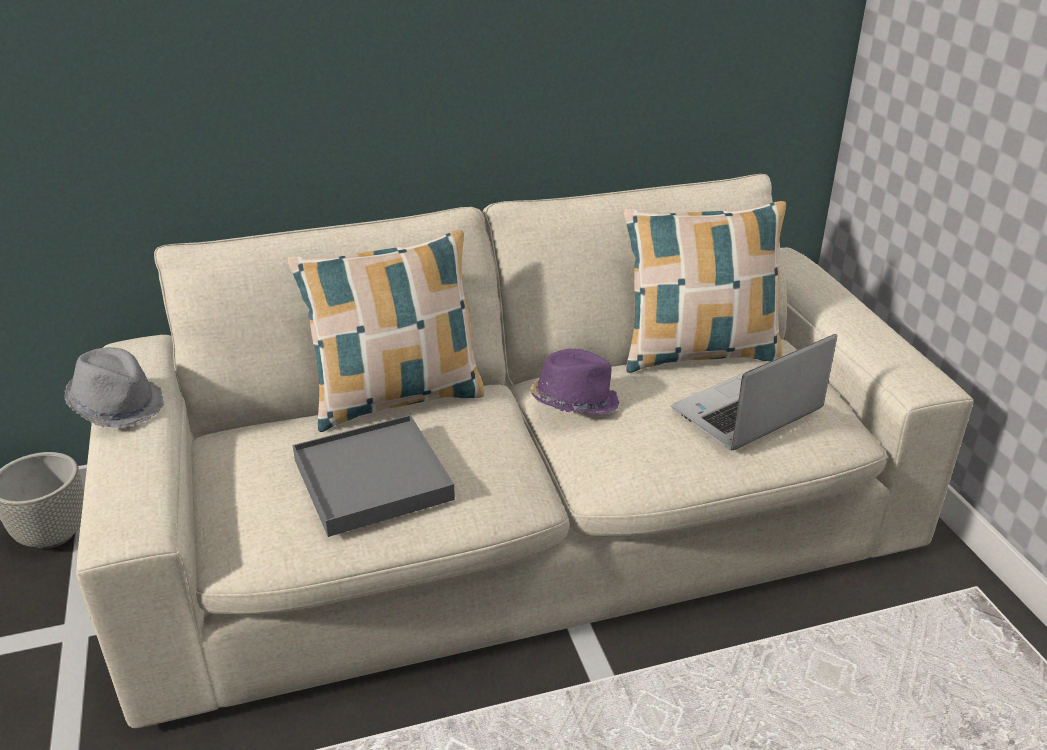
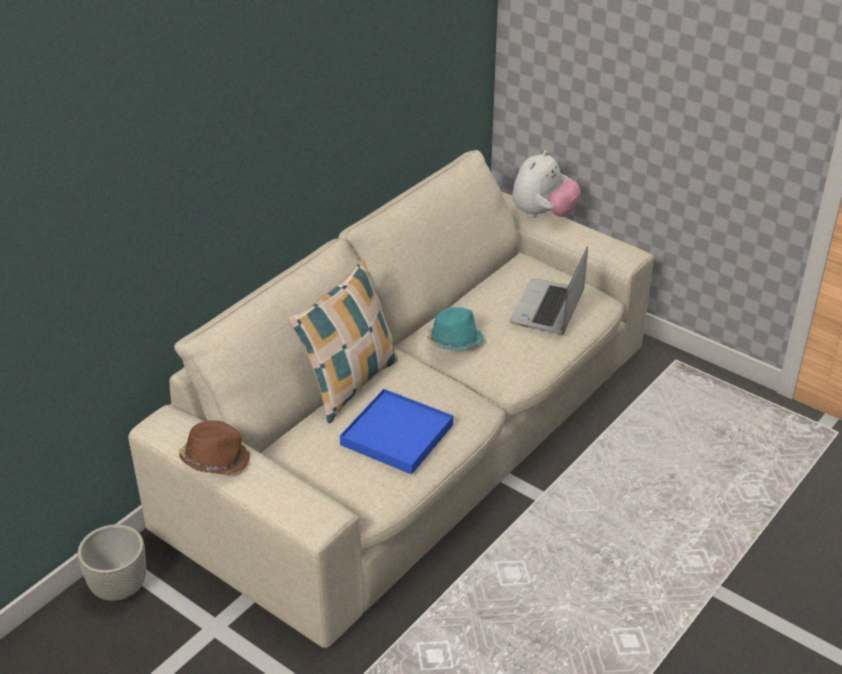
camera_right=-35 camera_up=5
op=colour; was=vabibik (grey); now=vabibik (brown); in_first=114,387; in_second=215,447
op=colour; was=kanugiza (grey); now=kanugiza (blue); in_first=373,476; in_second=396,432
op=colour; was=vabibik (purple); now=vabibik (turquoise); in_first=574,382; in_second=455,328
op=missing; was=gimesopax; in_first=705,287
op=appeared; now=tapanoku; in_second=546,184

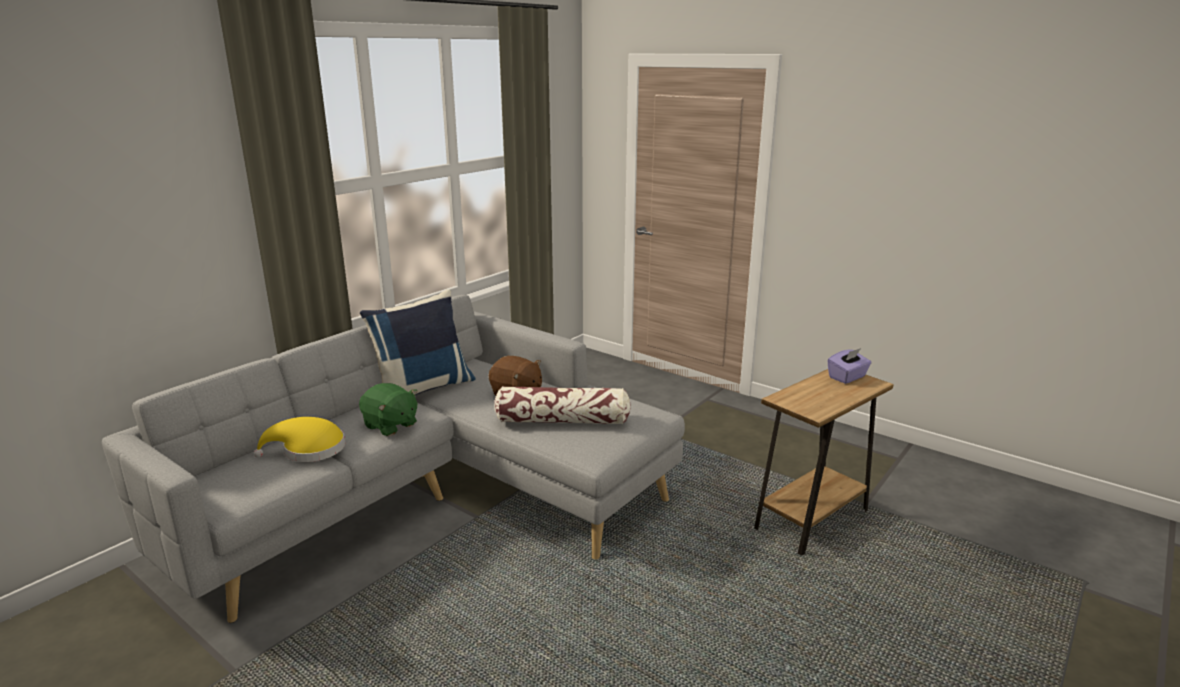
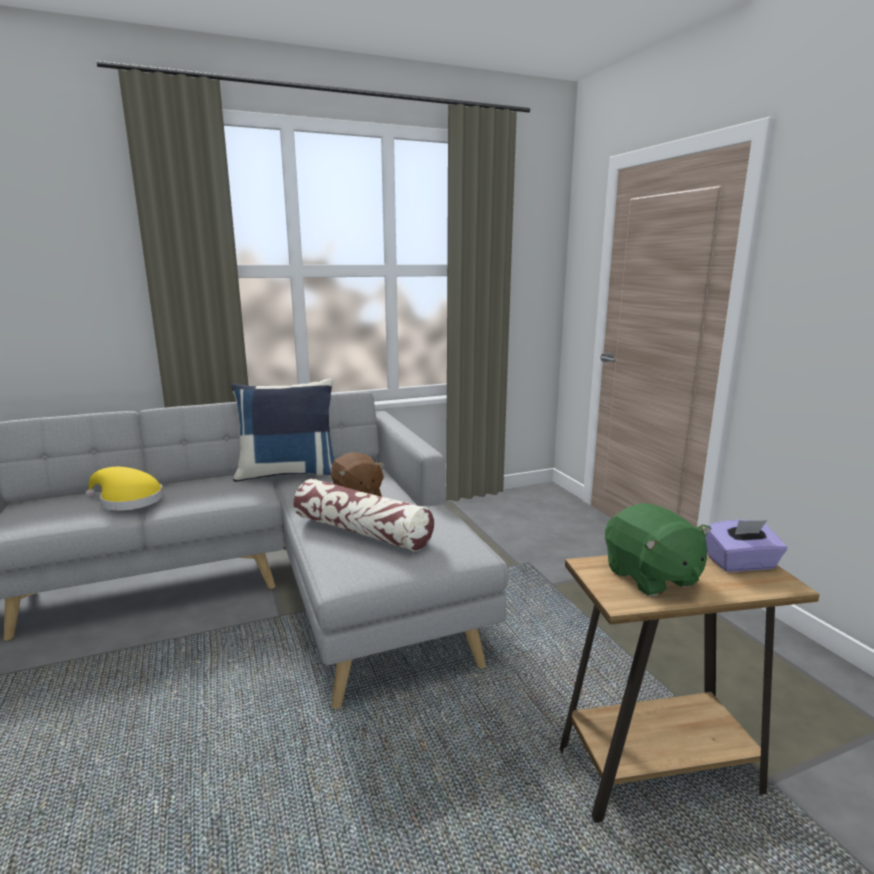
camera_right=30 camera_up=-5
op=relocated; was=tapanoku (green); in_first=388,409; in_second=658,550

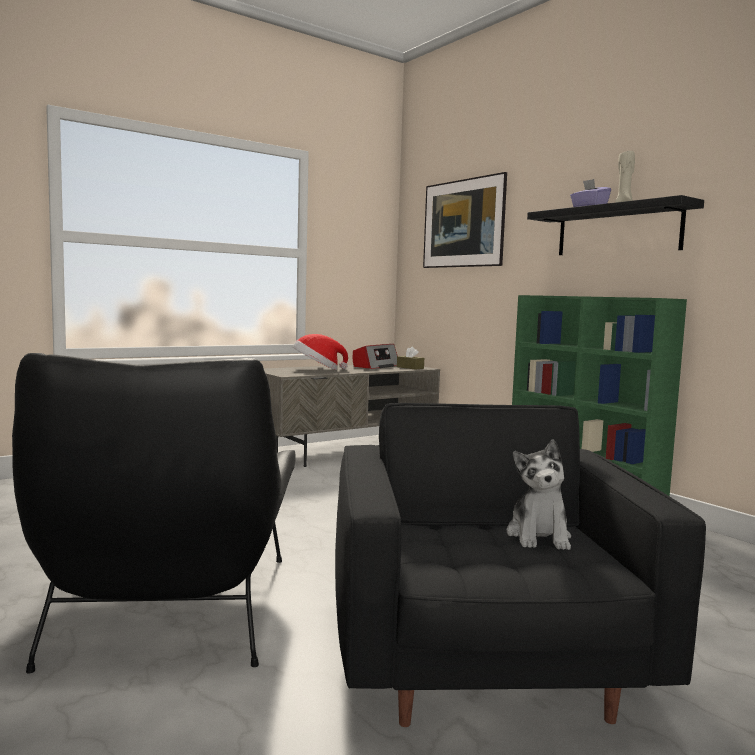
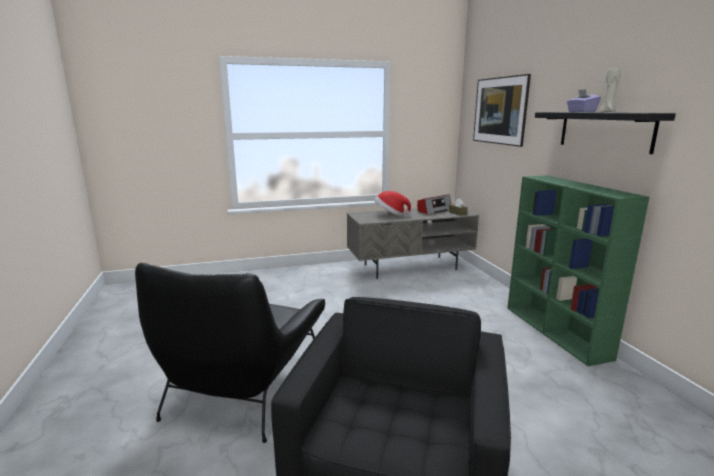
camera_right=20 camera_up=10
op=missing; was=tapanoku; in_first=539,494

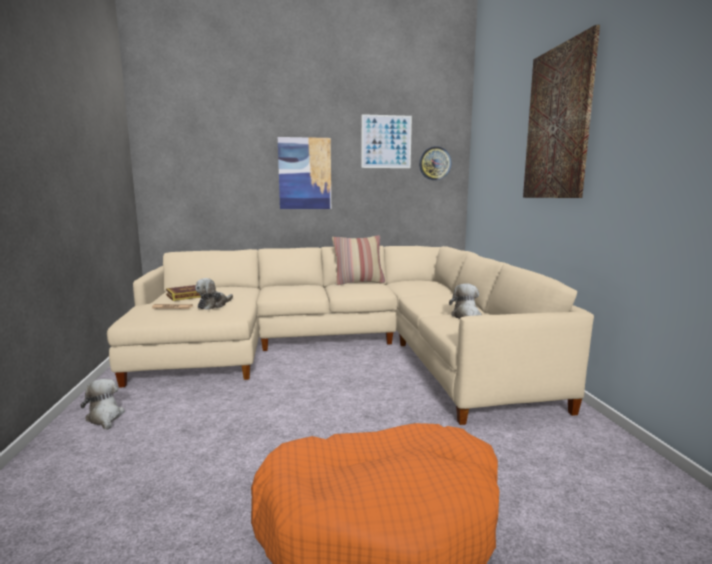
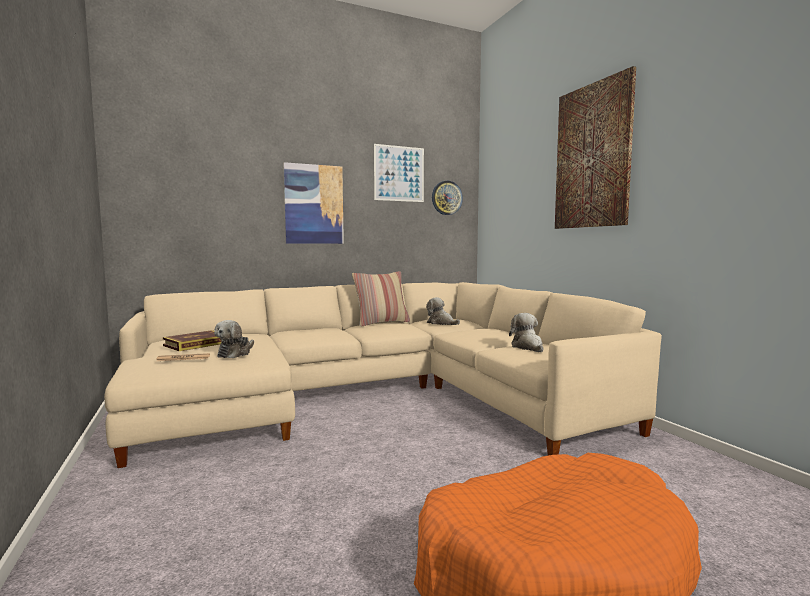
camera_right=-15 camera_up=-5
op=relocated; was=tapanoku; in_first=102,404; in_second=443,311

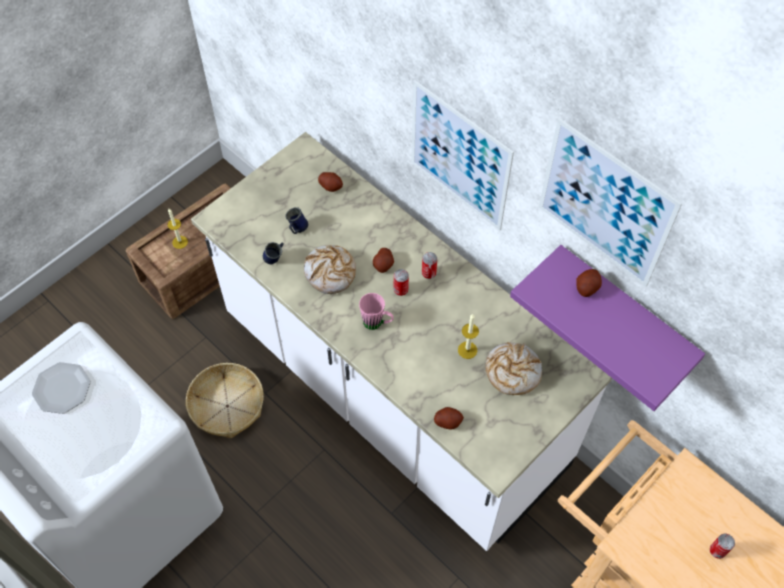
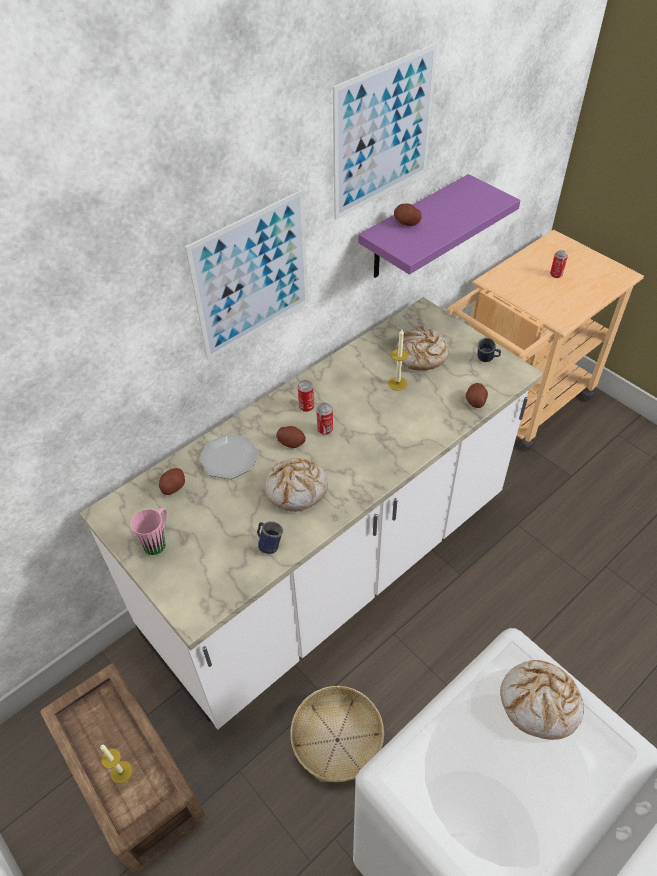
camera_right=-85 camera_up=-10
op=relocated; was=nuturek; in_first=61,388; in_second=228,456
op=relocated; was=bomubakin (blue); in_first=297,220; in_second=489,350
op=relocated; was=bomubakin (pink); in_first=376,311; in_second=148,531
op=appeared; now=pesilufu; in_second=542,700

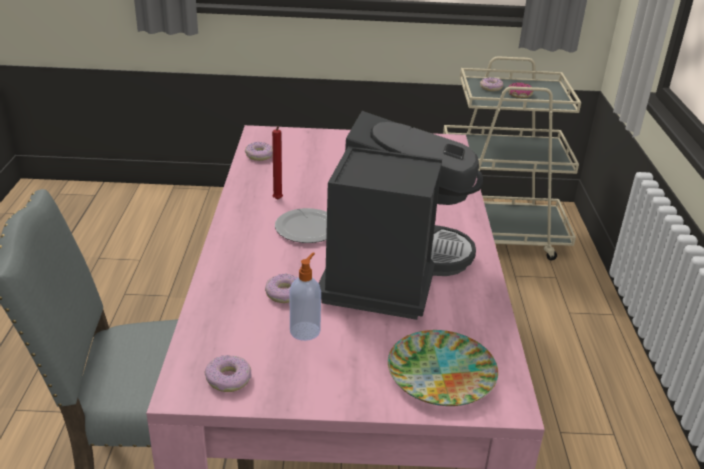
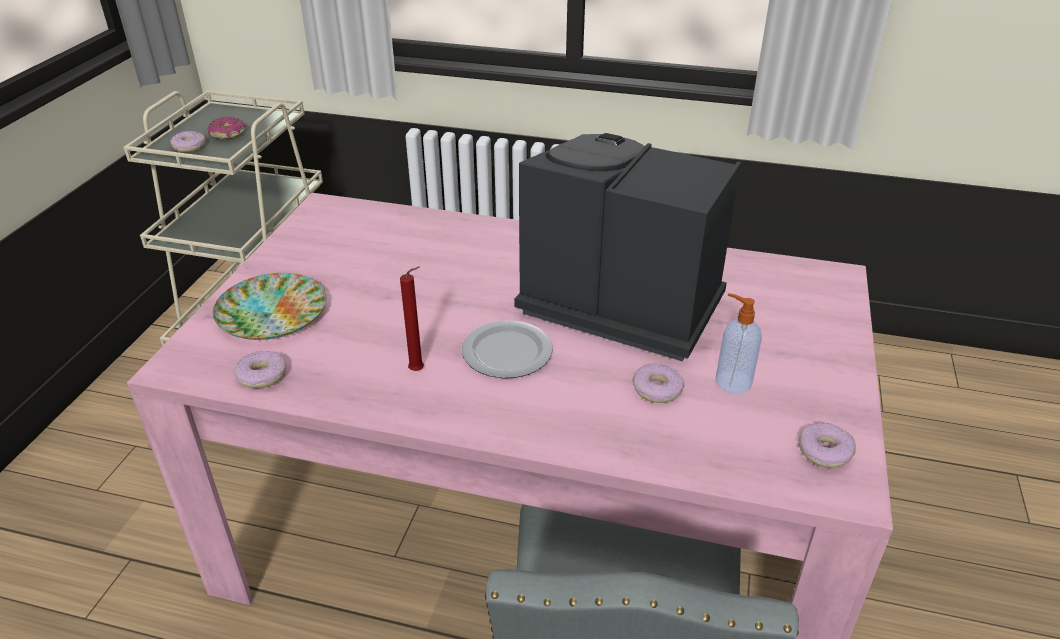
camera_right=-75 camera_up=5
op=relocated; was=nuturek; in_first=443,368; in_second=269,306

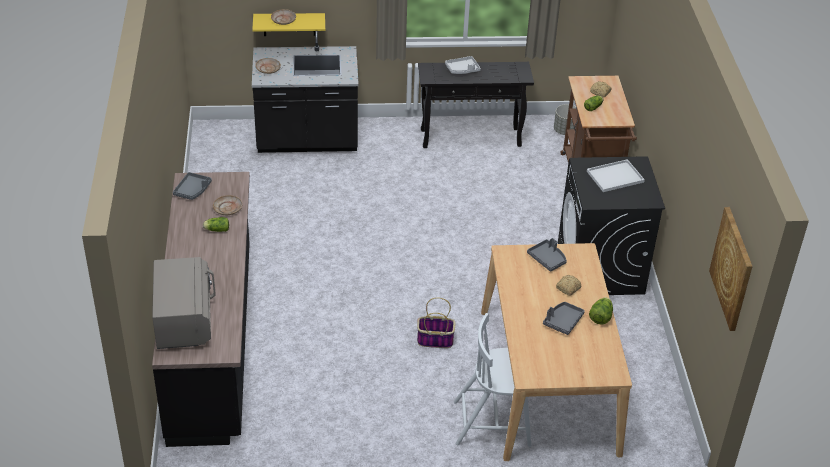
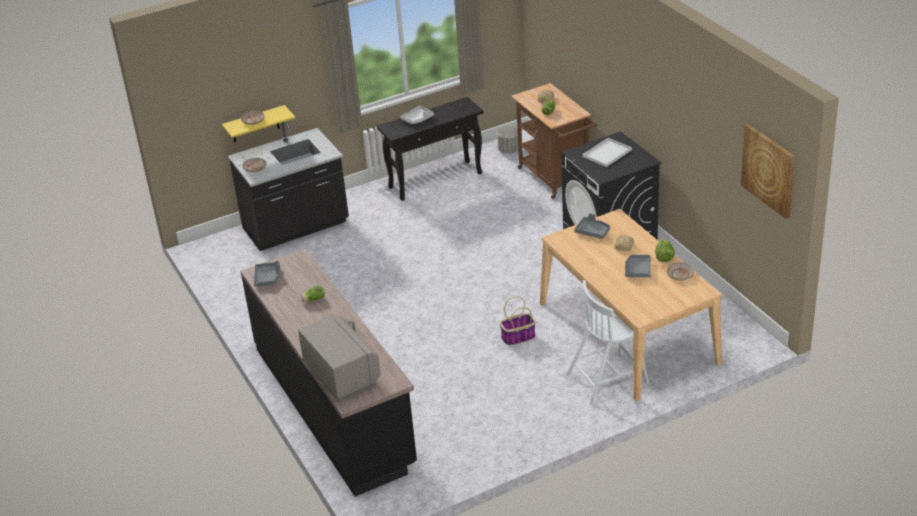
camera_right=-20 camera_up=-5
op=relocated; was=nuturek (beige); in_first=227,205; in_second=680,271

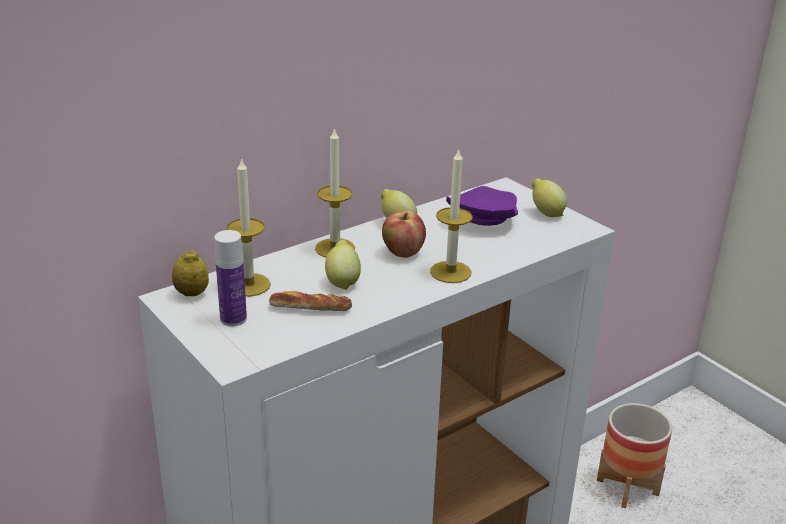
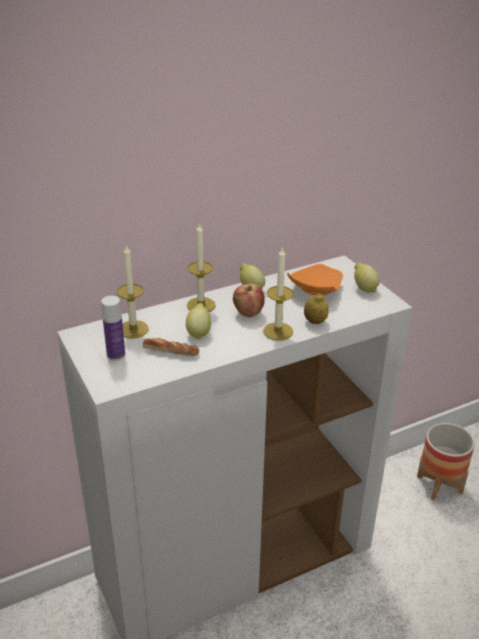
camera_right=10 camera_up=5
op=relocated; was=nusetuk; in_first=190,273; in_second=316,309
op=colour; was=nuturek (purple); now=nuturek (orange); in_first=482,206; in_second=315,280

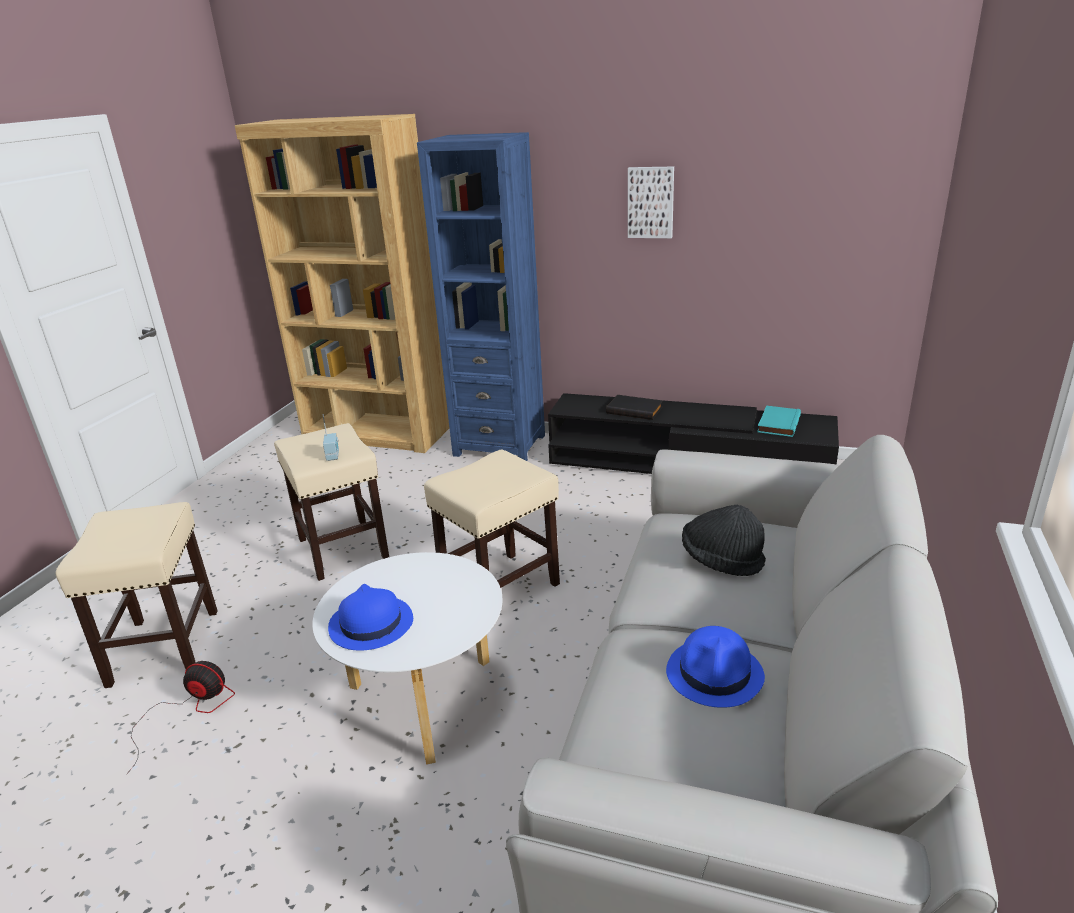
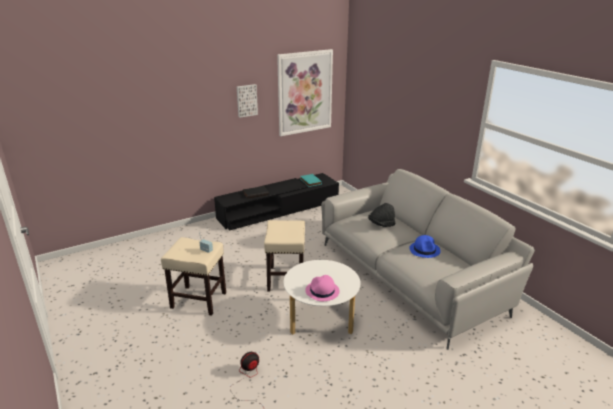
camera_right=-50 camera_up=0
op=missing; was=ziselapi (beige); in_first=137,595
op=missing; was=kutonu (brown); in_first=342,283
op=colour; was=vabibik (blue); now=vabibik (pink); in_first=370,617; in_second=322,288
op=missing; was=kutonu (blue); in_first=481,296
op=appeared; now=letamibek; in_second=305,92

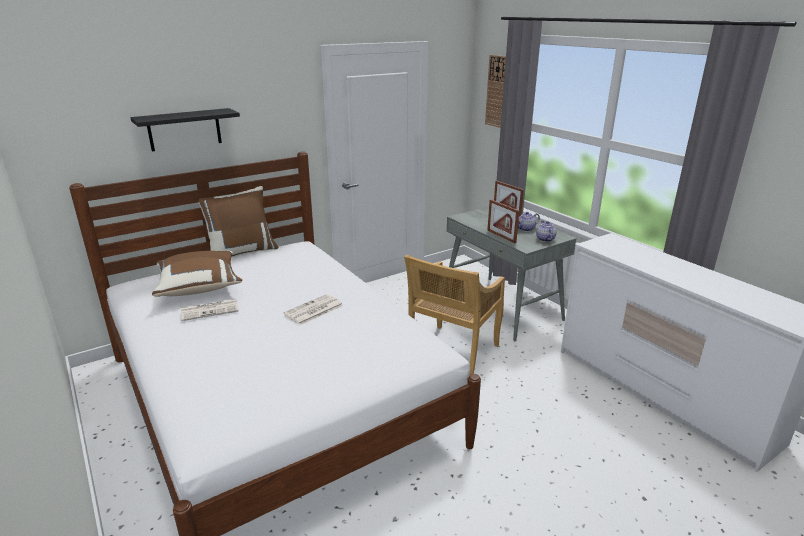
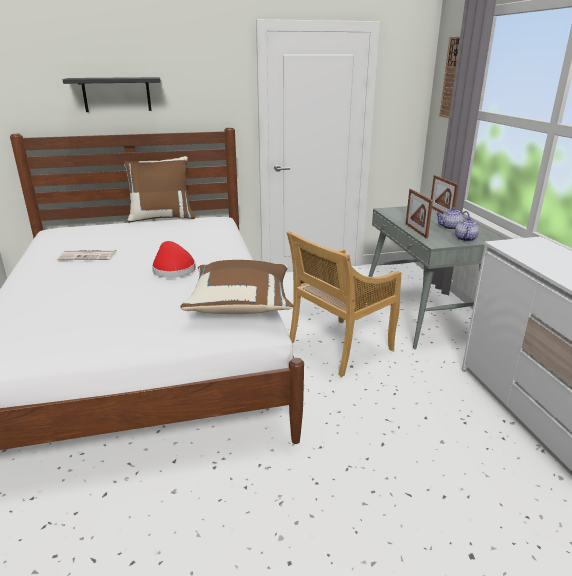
camera_right=20 camera_up=0
op=relocated; was=gimesopax (brown); in_first=197,274; in_second=237,287
op=exchanged; was=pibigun; now=vabibik (red); in_first=313,309; in_second=174,259

